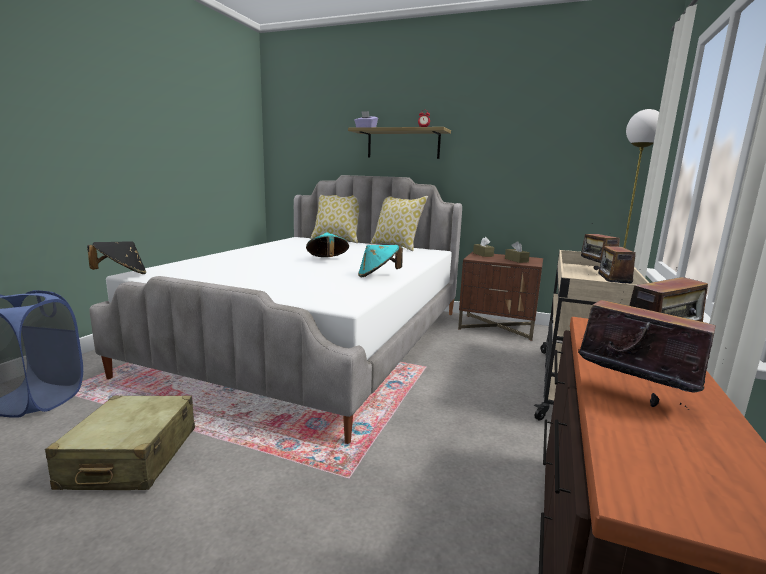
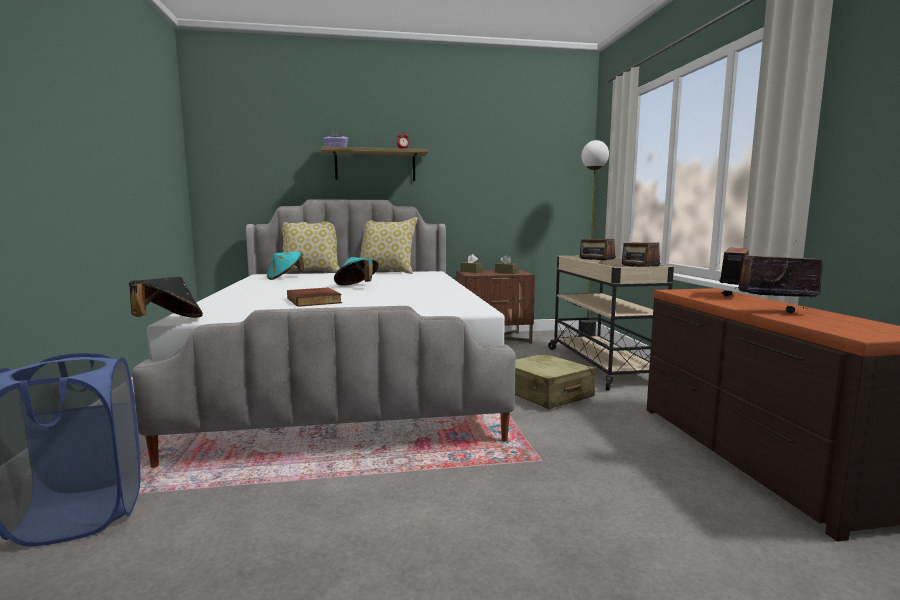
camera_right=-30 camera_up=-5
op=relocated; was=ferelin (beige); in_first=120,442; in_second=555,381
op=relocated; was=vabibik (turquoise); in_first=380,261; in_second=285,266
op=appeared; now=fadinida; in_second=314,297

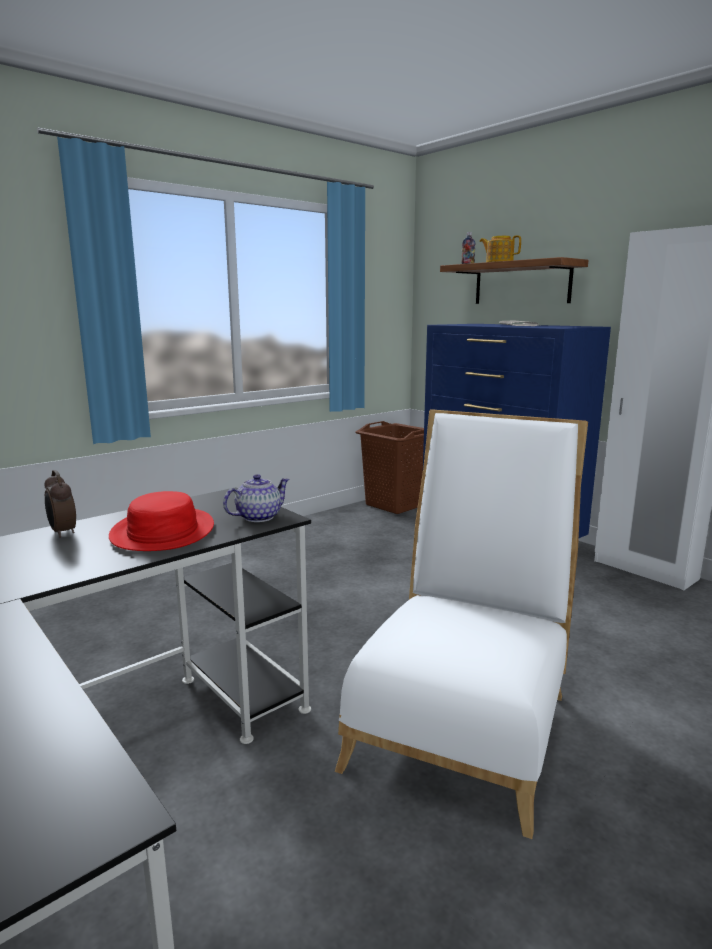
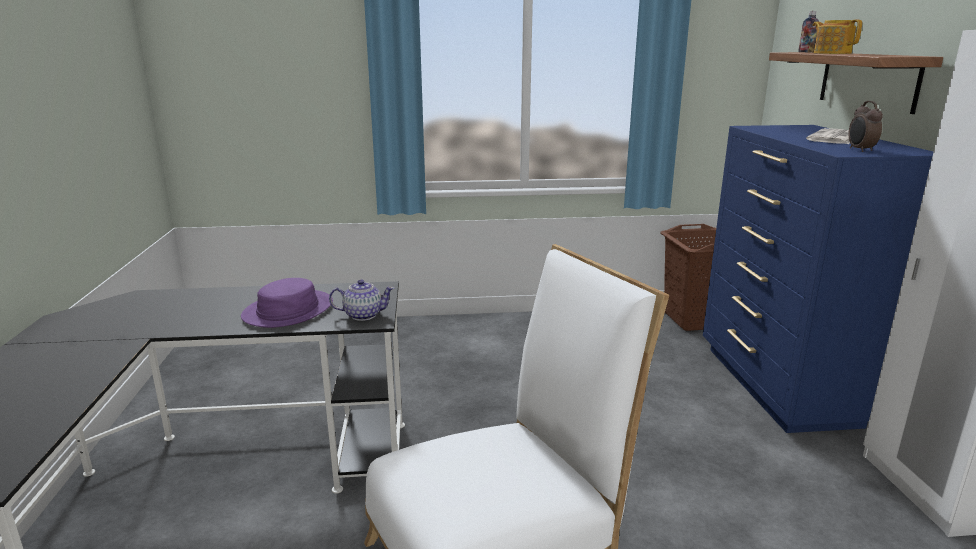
camera_right=35 camera_up=5
op=relocated; was=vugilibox; in_first=60,504; in_second=866,126
op=colour; was=vabibik (red); now=vabibik (purple); in_first=161,521; in_second=287,303

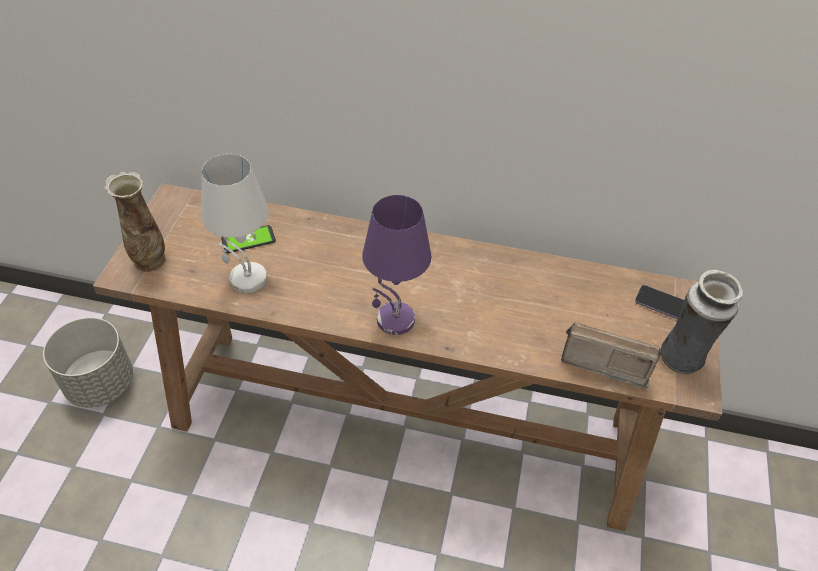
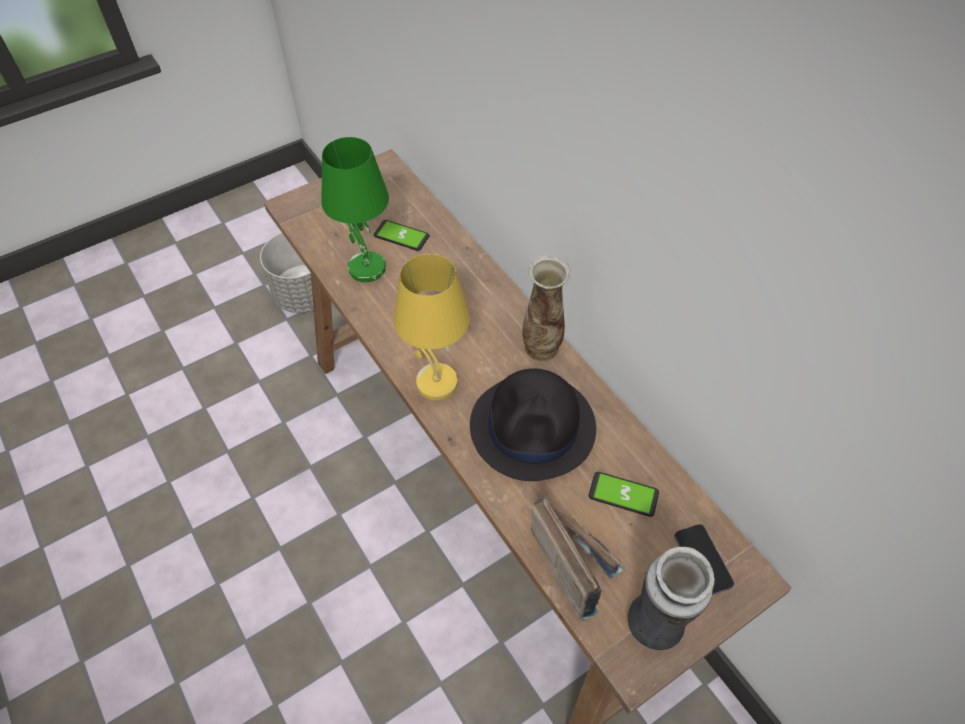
camera_right=45 camera_up=5
op=relocated; was=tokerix; in_first=135,222; in_second=546,308
op=colour; was=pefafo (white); now=pefafo (green); in_first=235,223; in_second=355,209
op=colour; was=pefafo (purple); now=pefafo (yellow); in_first=396,265; in_second=432,327
op=appeared; now=vabibik (black); in_second=533,424
op=appeared; now=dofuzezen; in_second=624,494

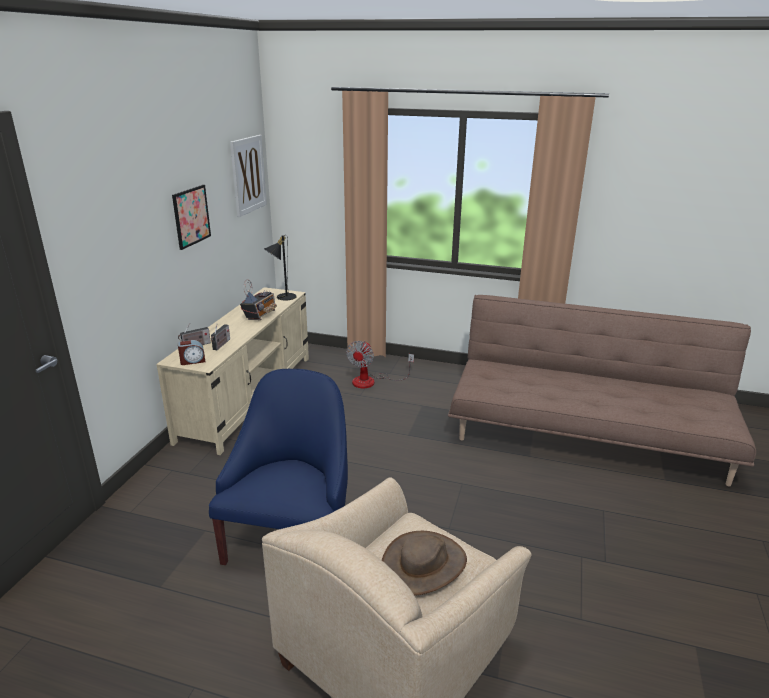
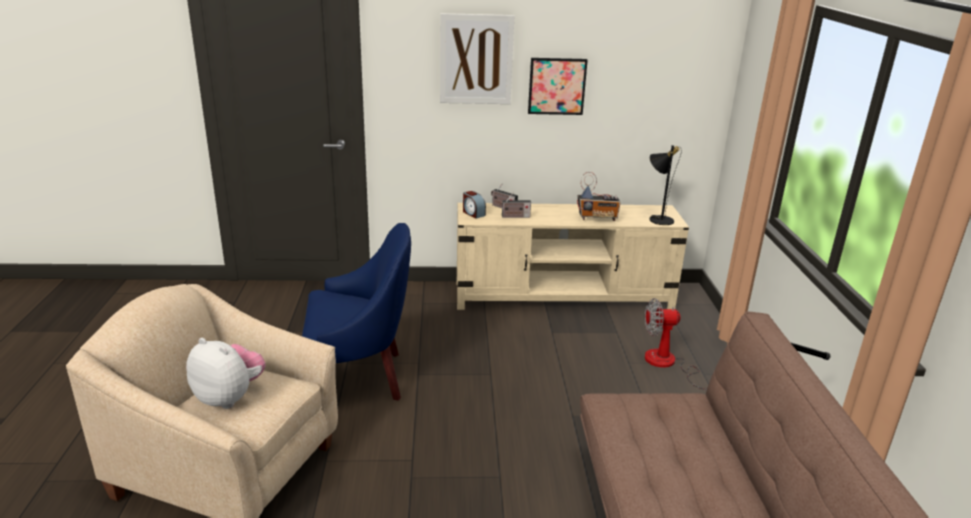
camera_right=70 camera_up=0
op=relocated; was=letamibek; in_first=248,176; in_second=477,58
op=exchanged; was=vabibik (brown); now=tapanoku; in_first=424,563; in_second=226,373

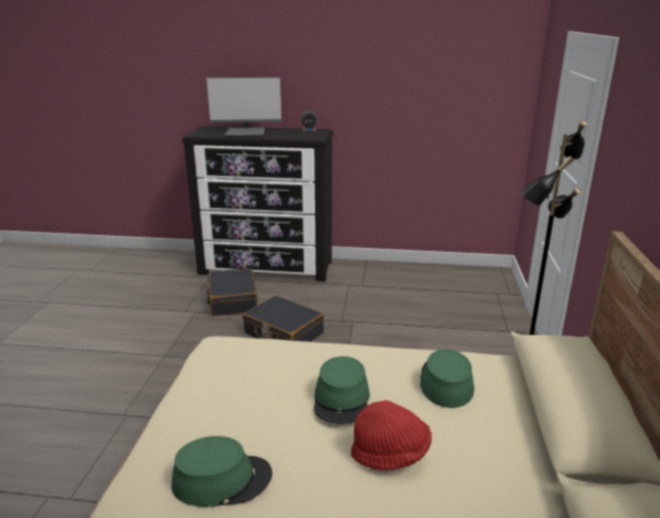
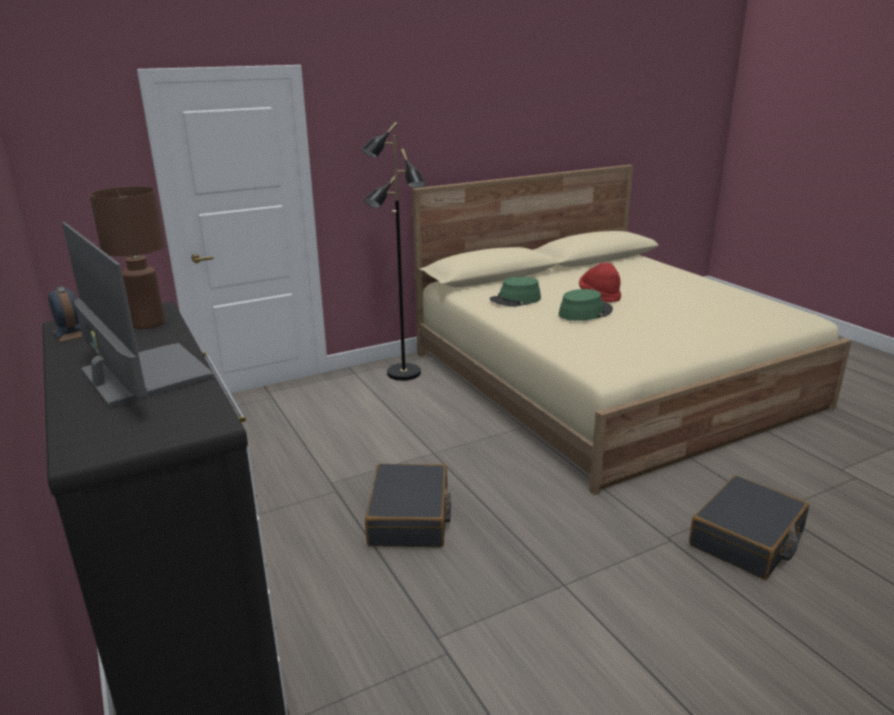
camera_right=-125 camera_up=0
op=missing; was=vabibik (green); in_first=221,471
op=relocated; was=ferelin (black); in_first=232,292; in_second=749,527
op=appeared; now=pefafo (brown); in_second=127,257

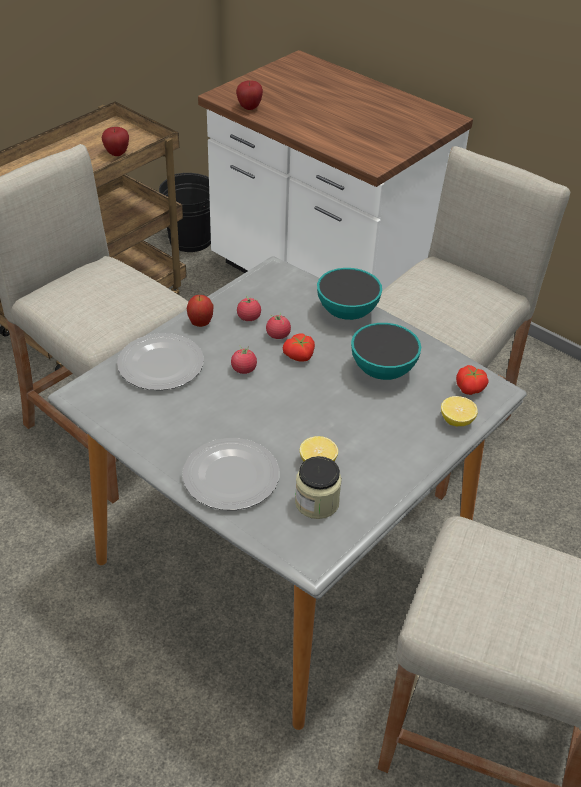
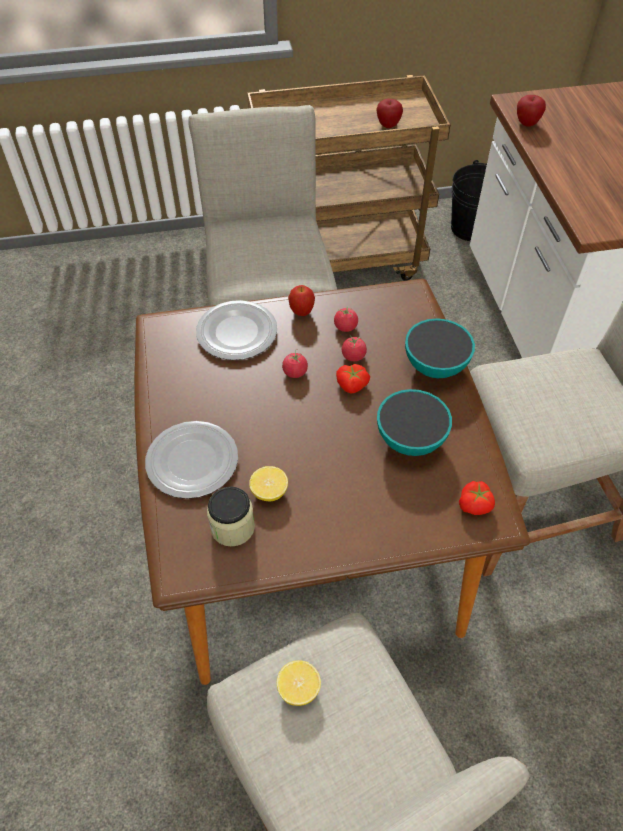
camera_right=40 camera_up=10
op=colour; was=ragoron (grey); now=ragoron (brown); in_first=287,493; in_second=332,482
op=relocated; was=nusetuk; in_first=459,411; in_second=299,683

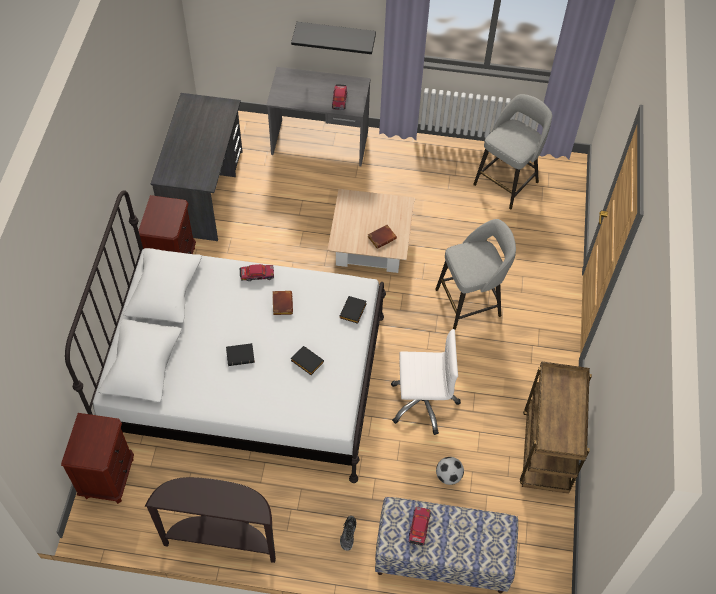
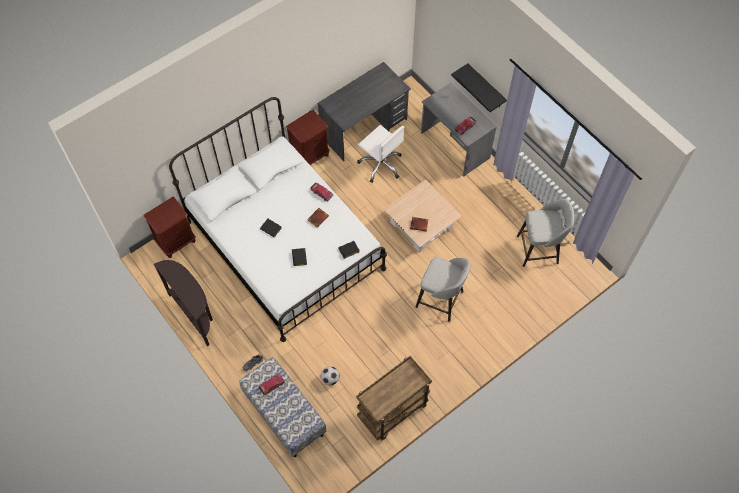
camera_right=45 camera_up=5
op=relocated; was=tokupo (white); in_first=426,382; in_second=380,154

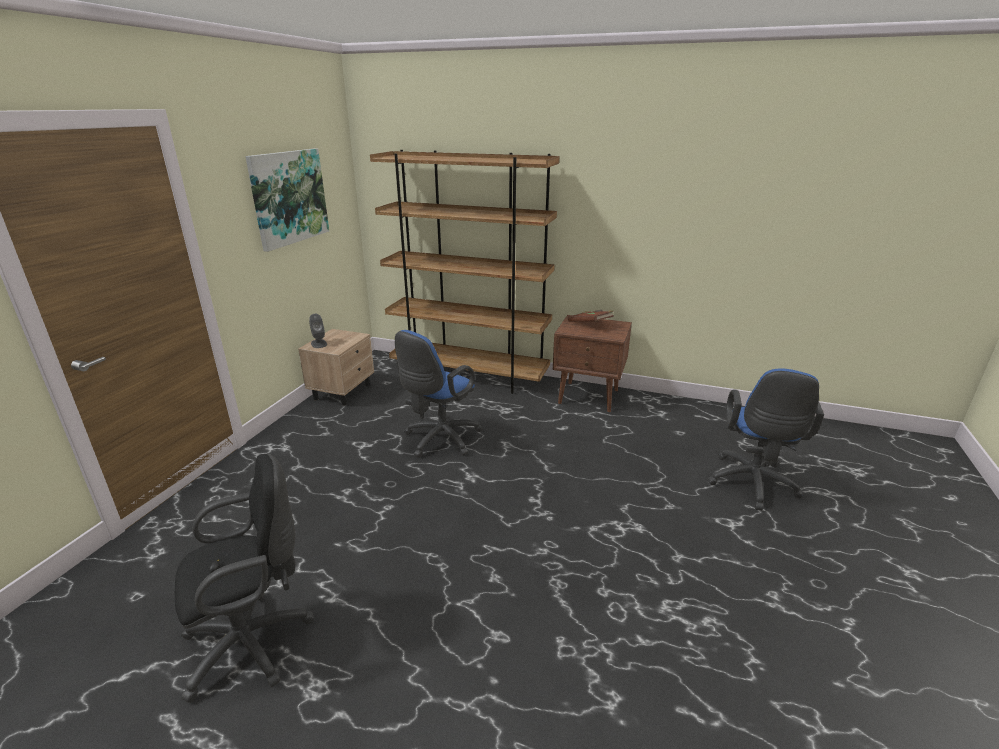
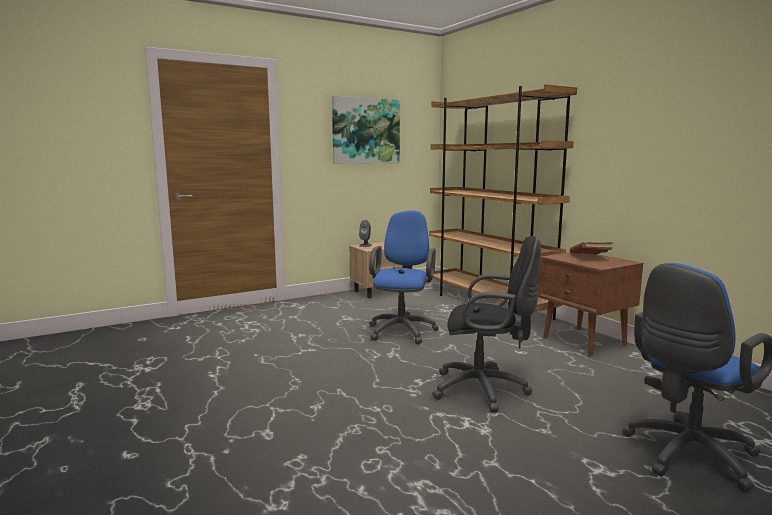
camera_right=40 camera_up=-15
op=relocated; was=tokupo (black); in_first=244,578; in_second=486,324
op=spun; was=tokupo (blue); in_first=439,394; in_second=404,277; clockwise=120

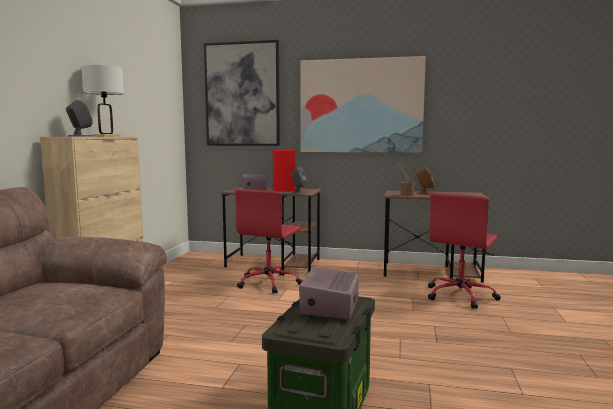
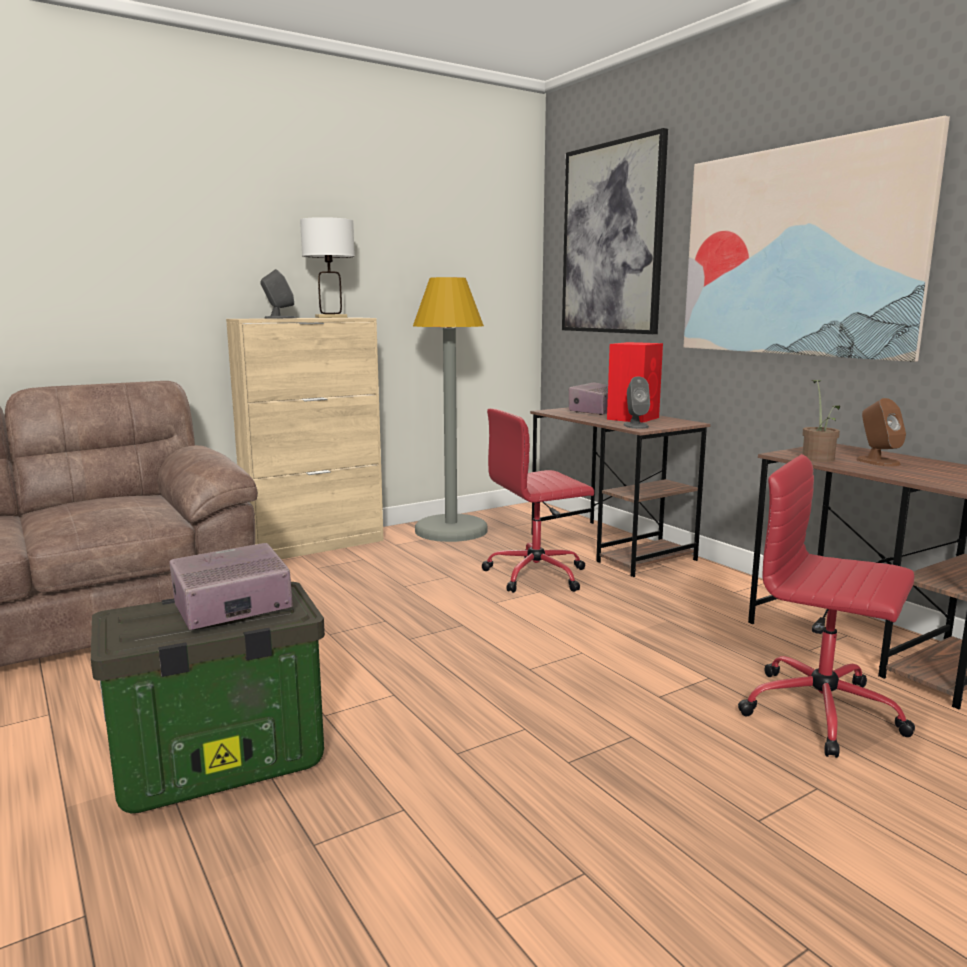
camera_right=45 camera_up=5
op=spun; was=tokupo (red); in_first=464,251; in_second=826,606; clockwise=45
op=appeared; now=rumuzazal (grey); in_second=450,409

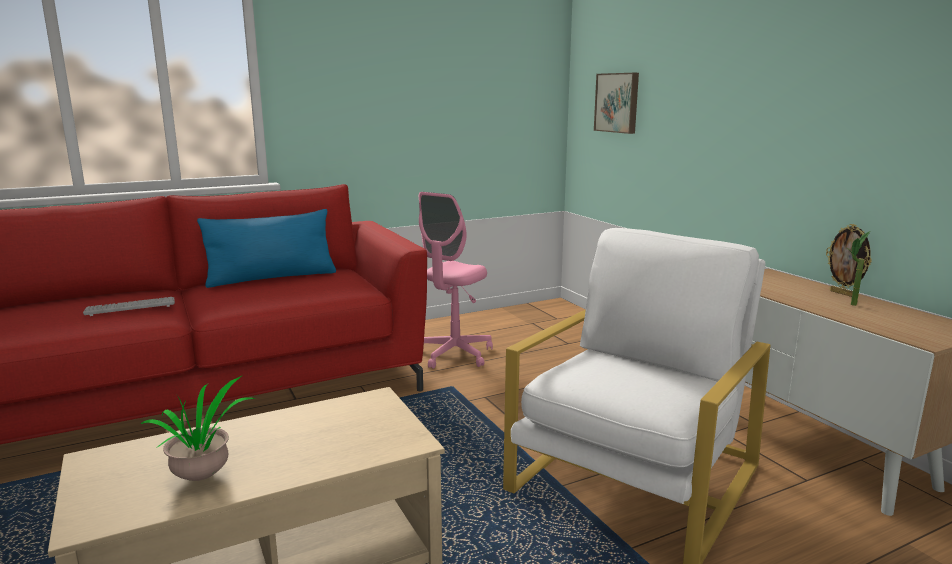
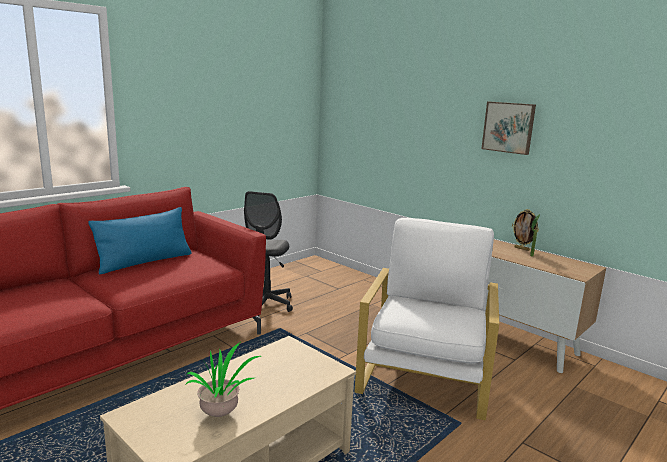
camera_right=-20 camera_up=0
op=missing; was=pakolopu; in_first=129,306
op=colour; was=tokupo (pink); now=tokupo (grey); in_first=456,280; in_second=268,253
op=relocated; was=letamibek; in_first=616,103; in_second=508,128

